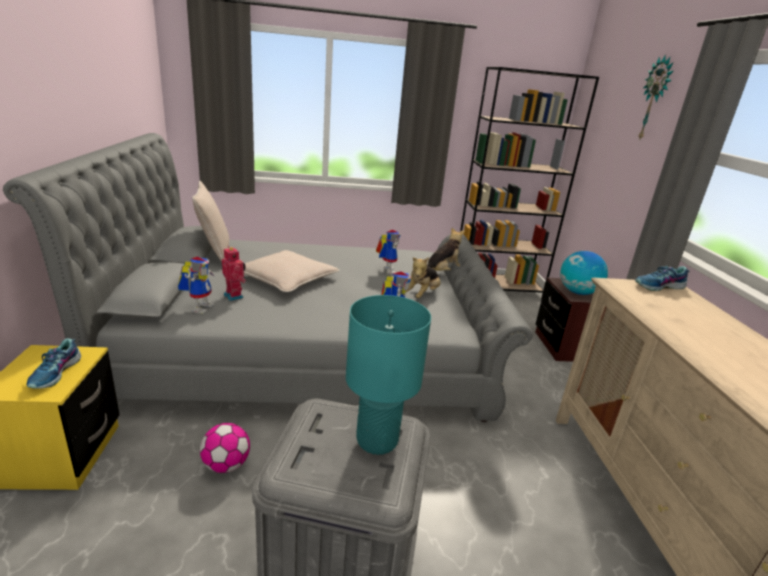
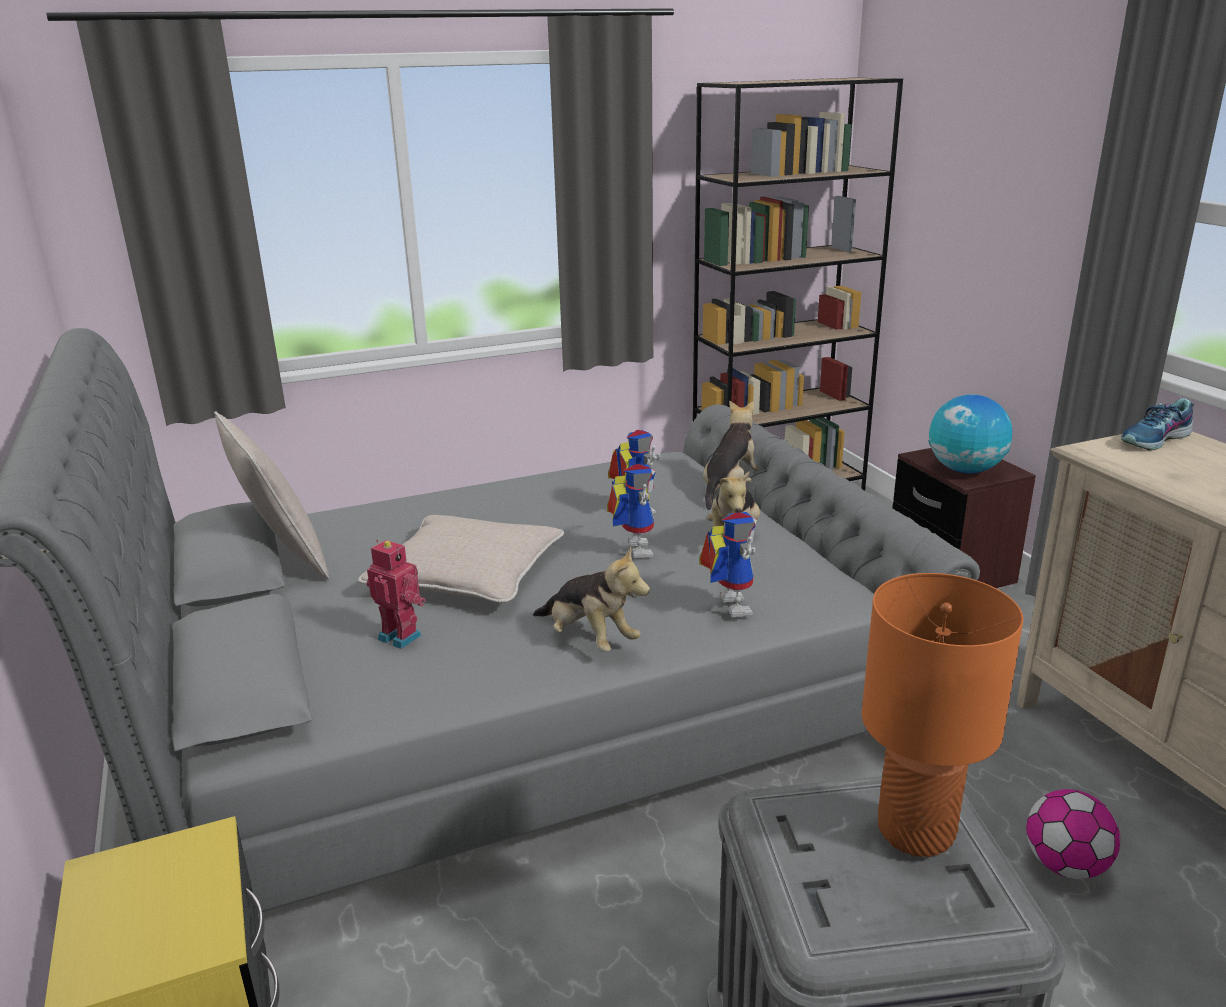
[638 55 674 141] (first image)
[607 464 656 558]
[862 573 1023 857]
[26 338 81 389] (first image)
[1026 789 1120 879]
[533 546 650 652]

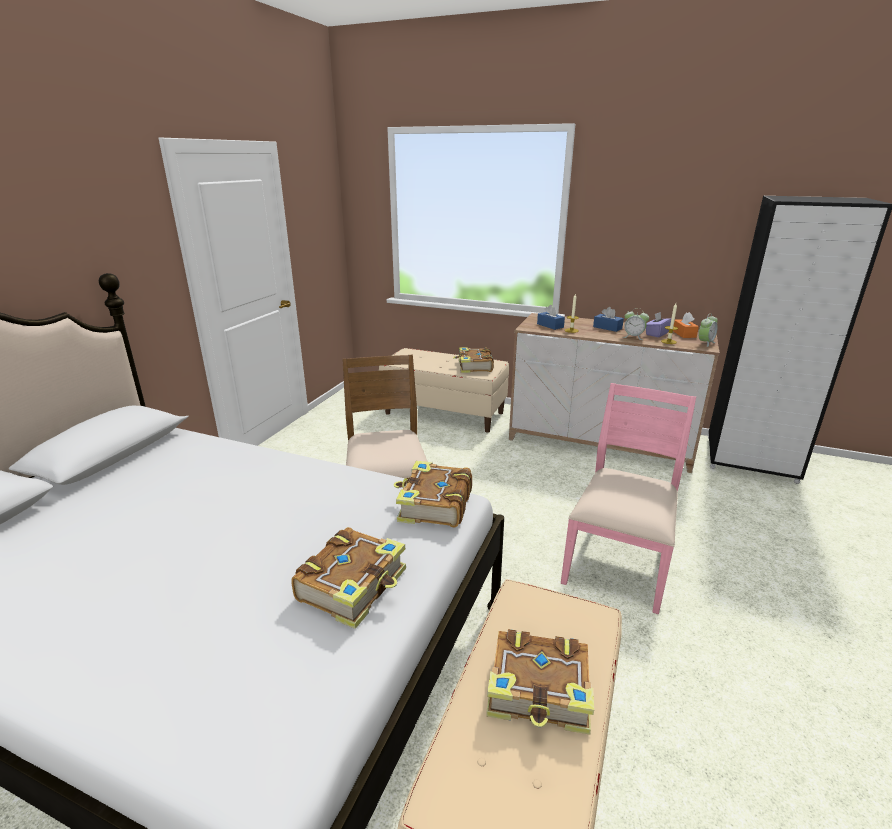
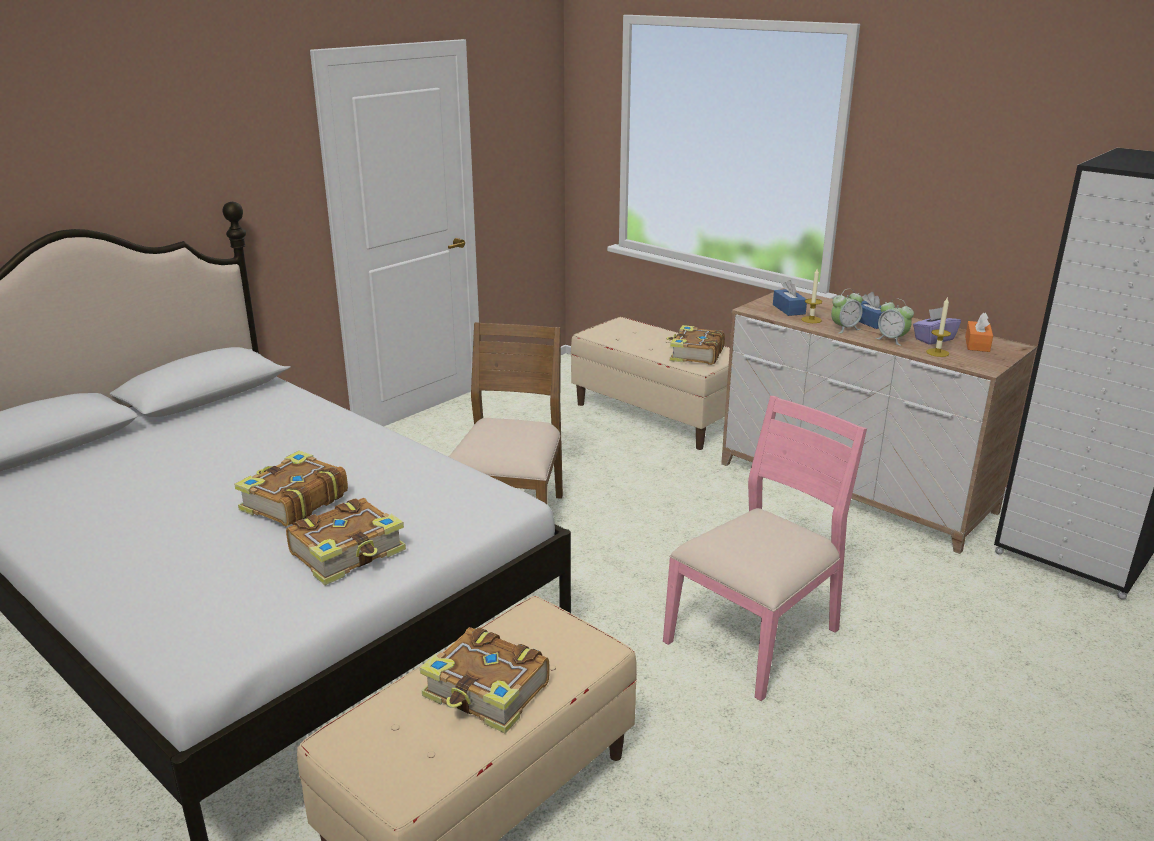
[831 289 863 334]
[234 451 348 526]

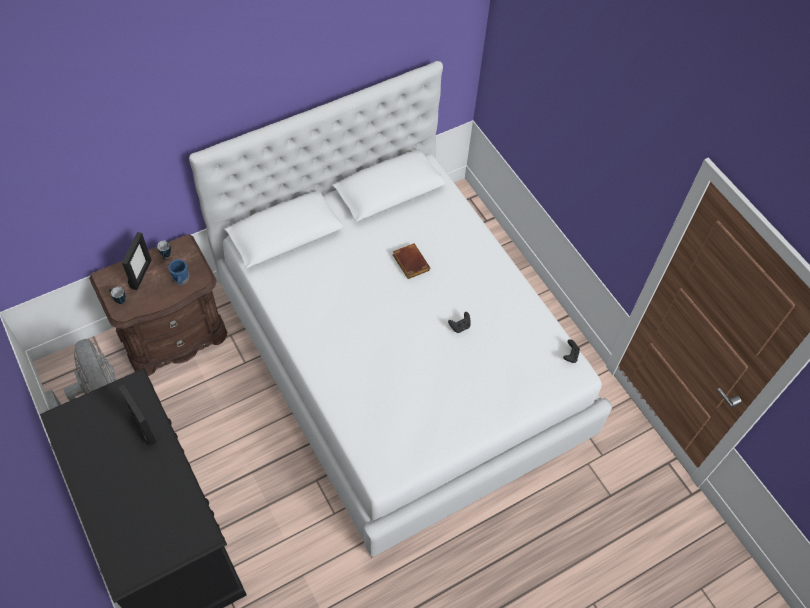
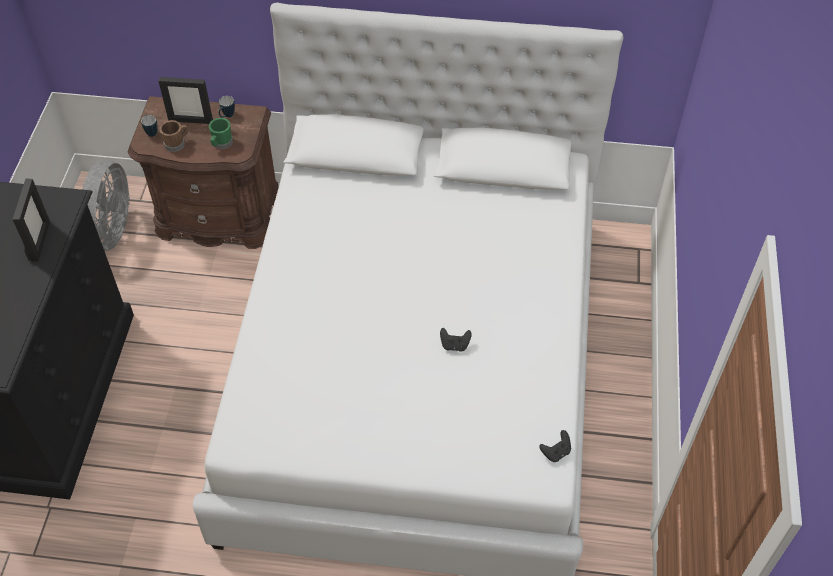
[158 77 213 124]
[393 244 431 279] (first image)
[209 118 233 149]
[159 120 188 152]

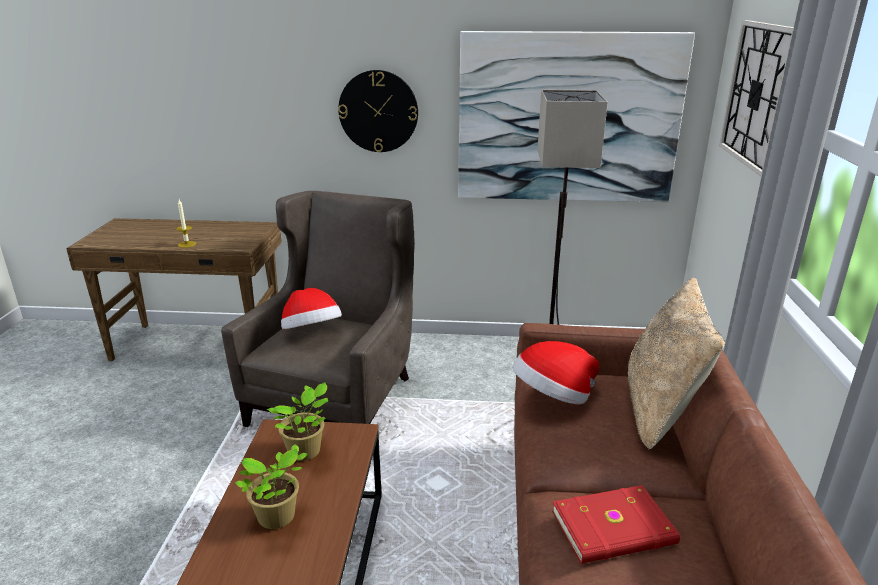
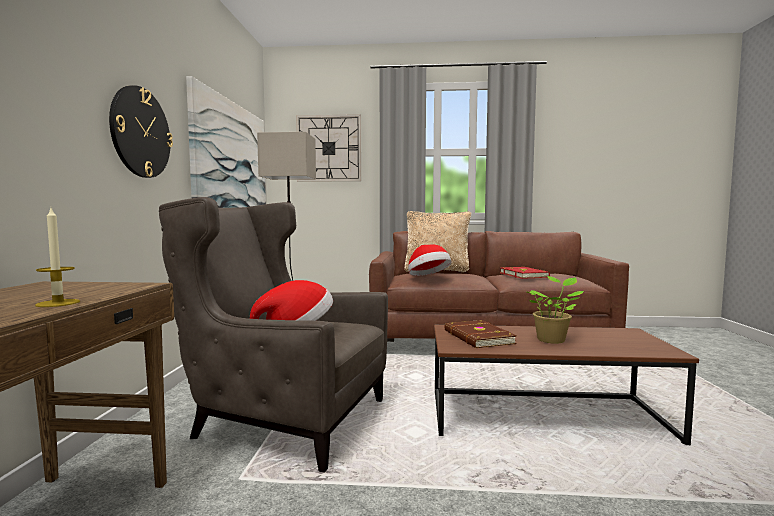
[444 320 517 348]

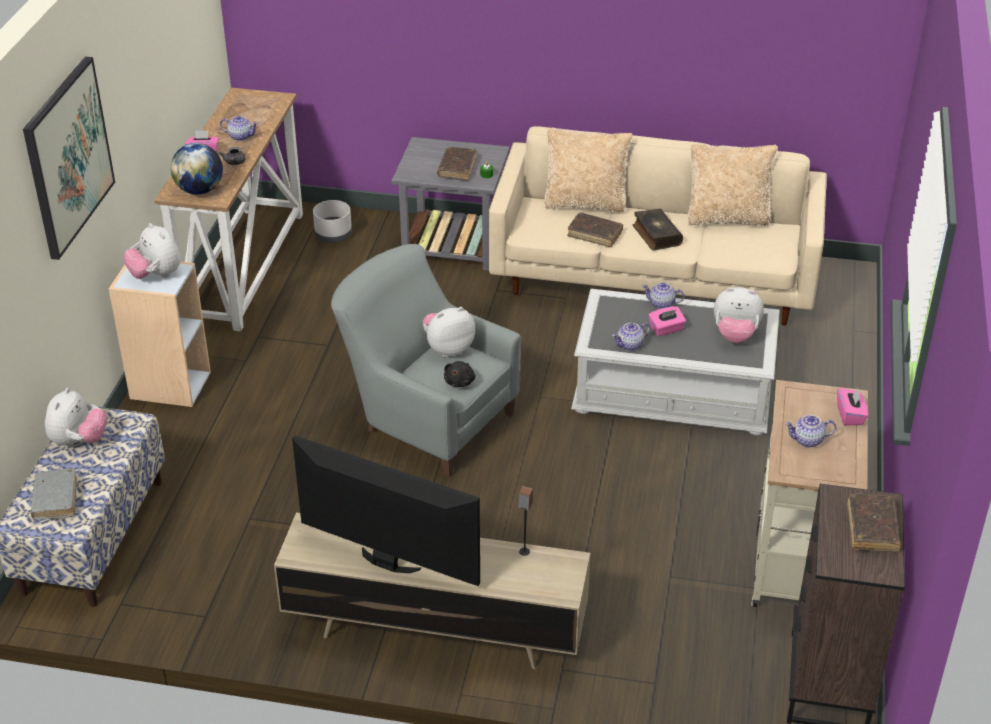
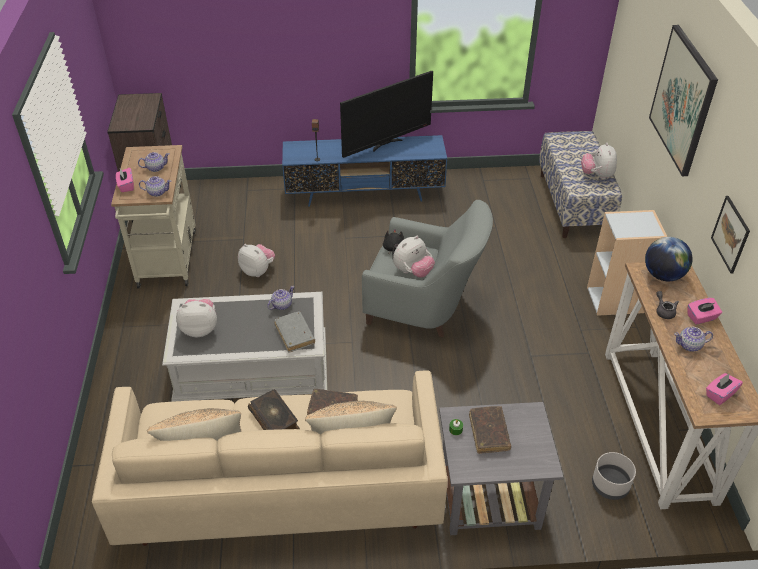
[238 244 275 277]
[139 176 171 197]
[706 373 743 405]
[340 71 433 158]
[275 311 315 353]
[847 494 901 552] (first image)
[282 135 447 206]
[711 196 750 274]

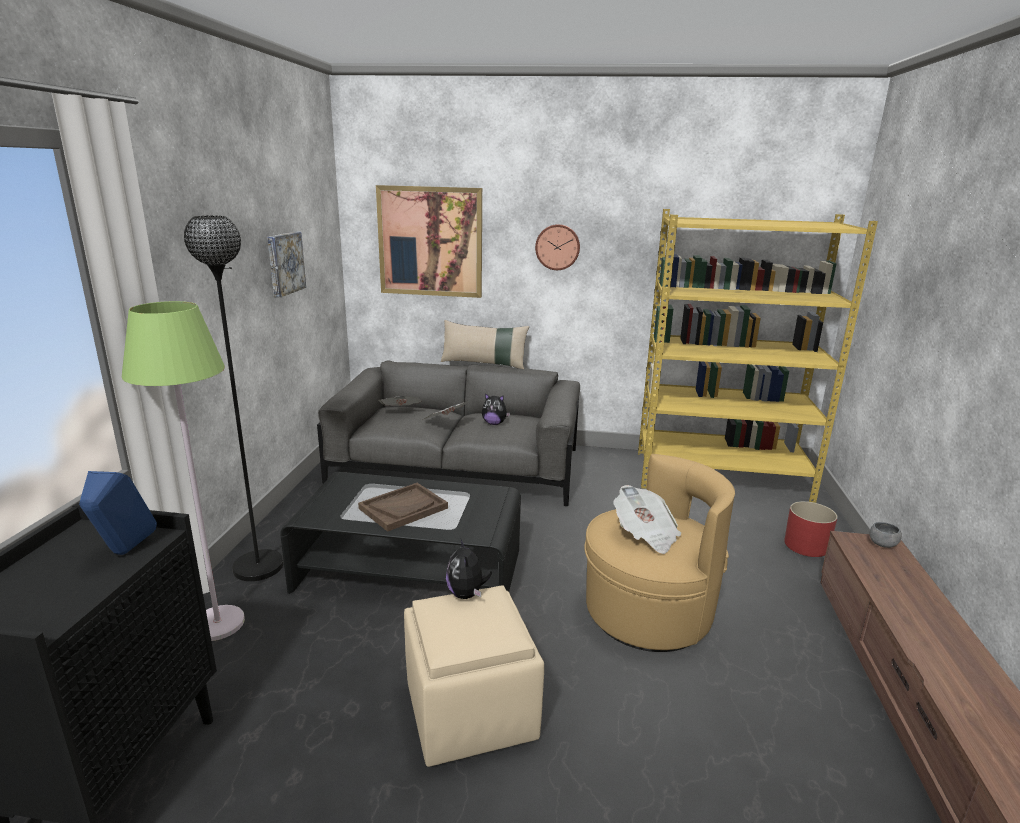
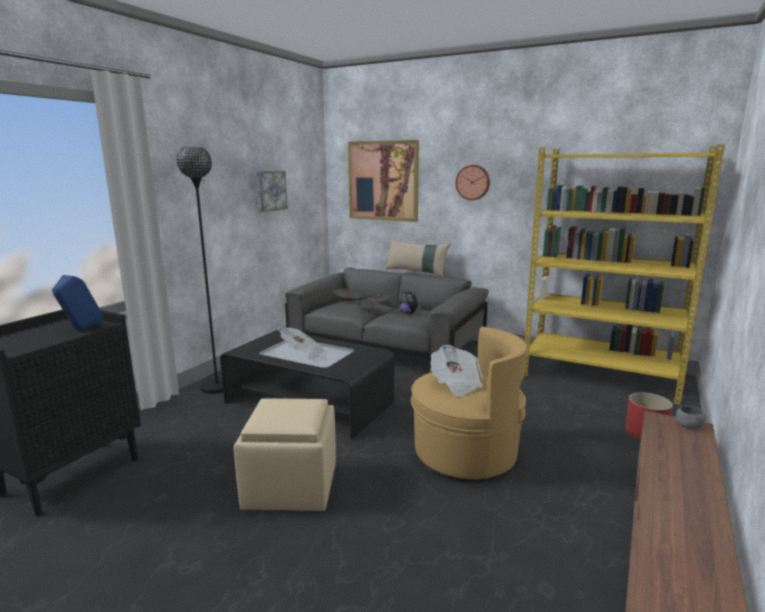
[122 301 245 641] (first image)
[278 327 323 356]
[446 539 492 599] (first image)

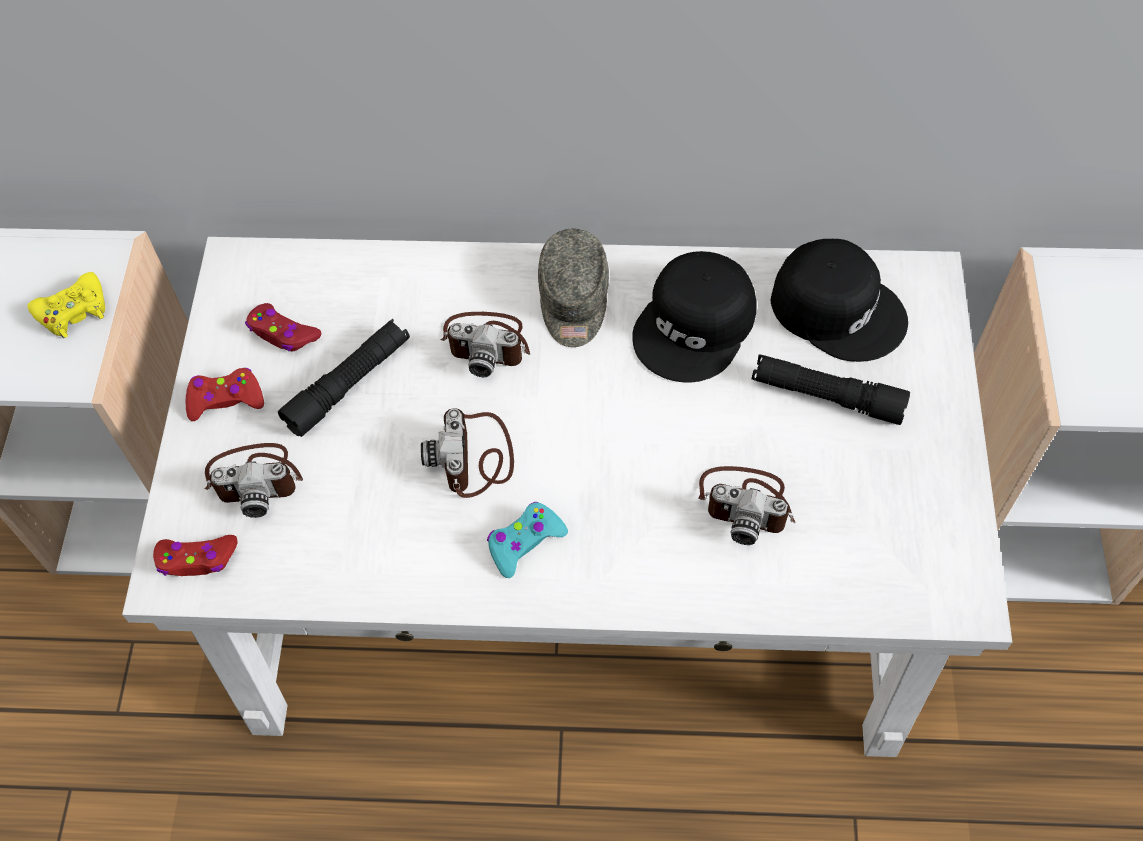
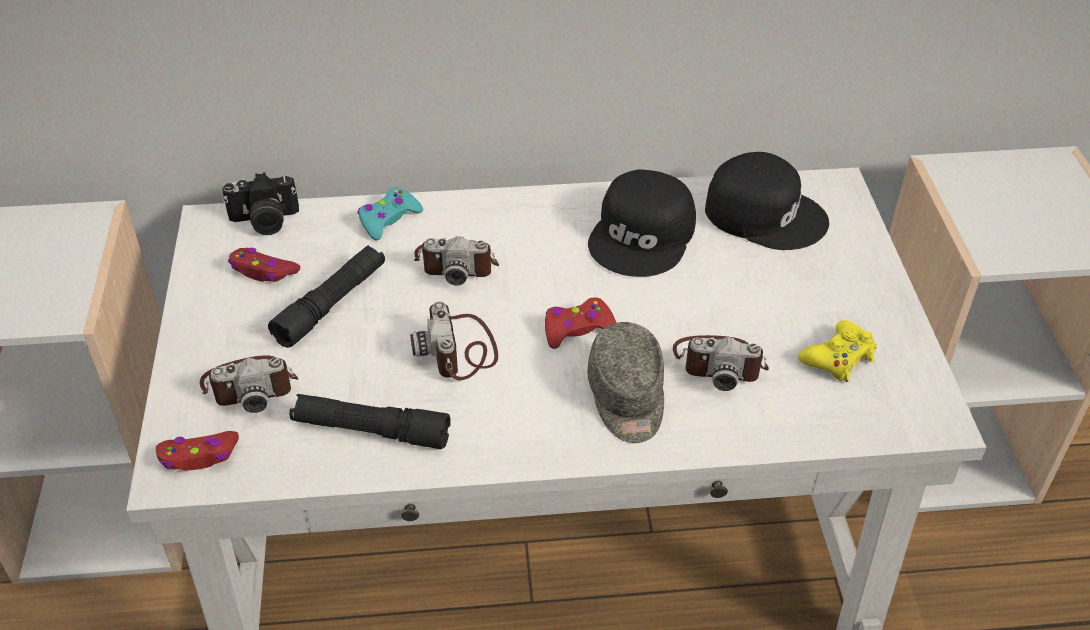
[587 322 664 443]
[798 320 877 382]
[289 394 451 449]
[545 297 616 349]
[358 187 423 241]
[223 172 299 235]

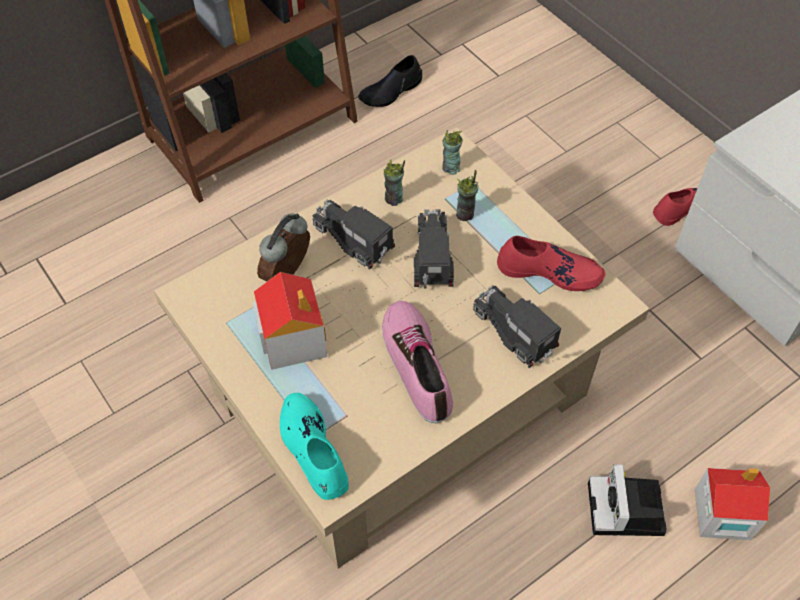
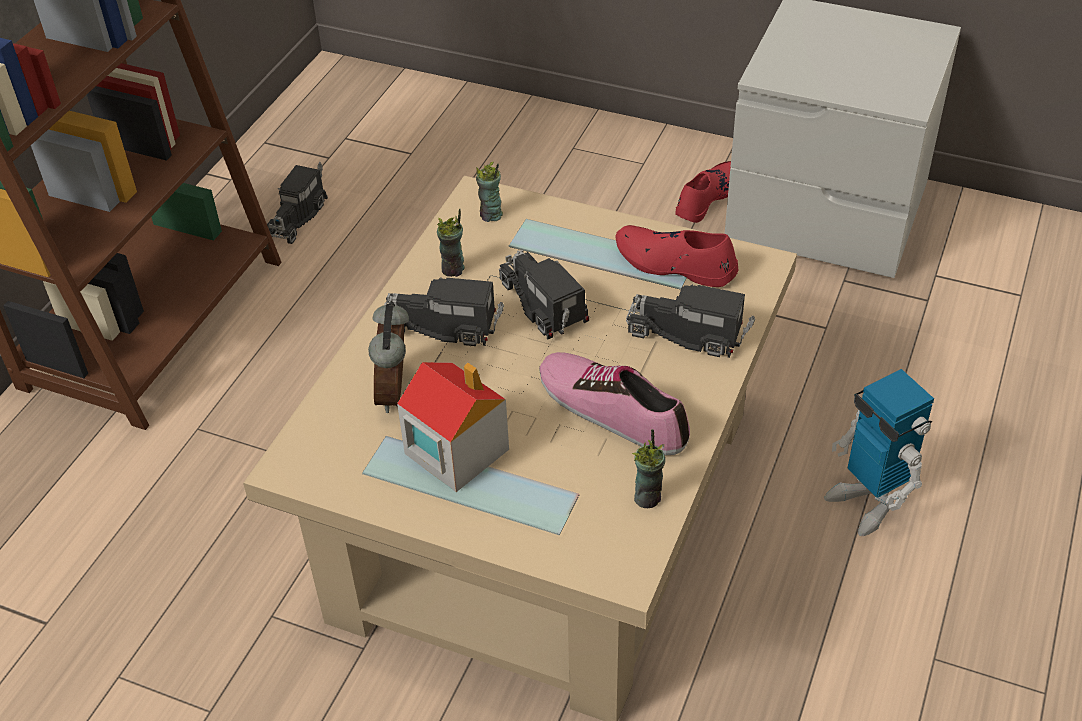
[267 162 328 244]
[632 429 666 508]
[616 225 738 287]
[280 393 349 500] (first image)
[824 369 934 536]
[695 468 770 540] (first image)

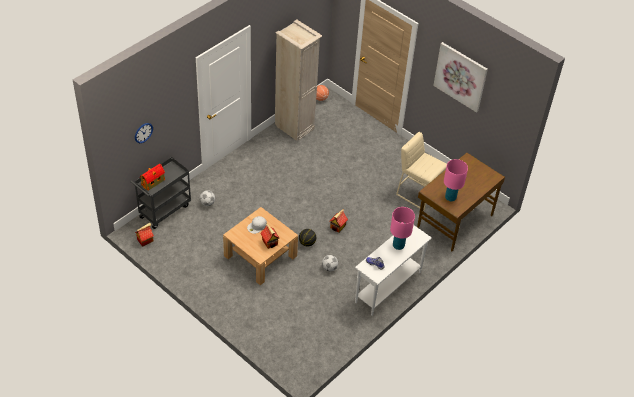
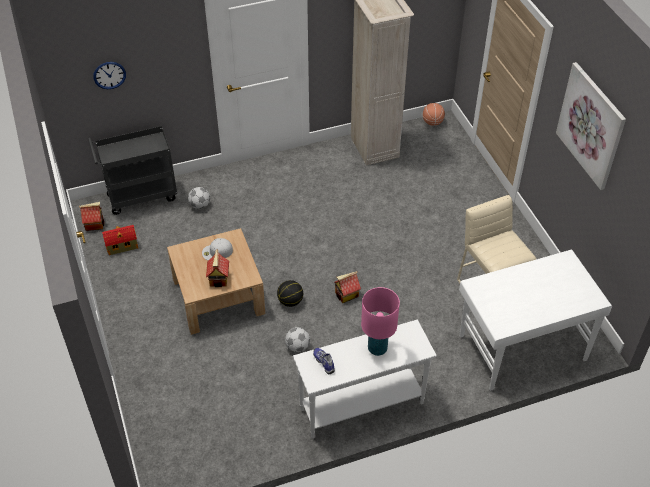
[459 250 612 391]
[444 159 468 201] (first image)
[102 225 138 255]

